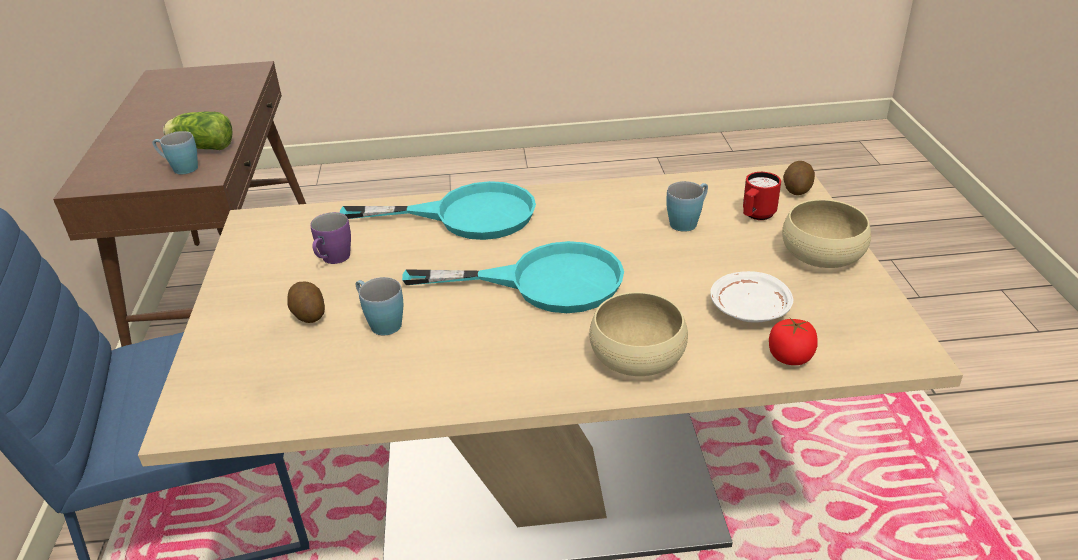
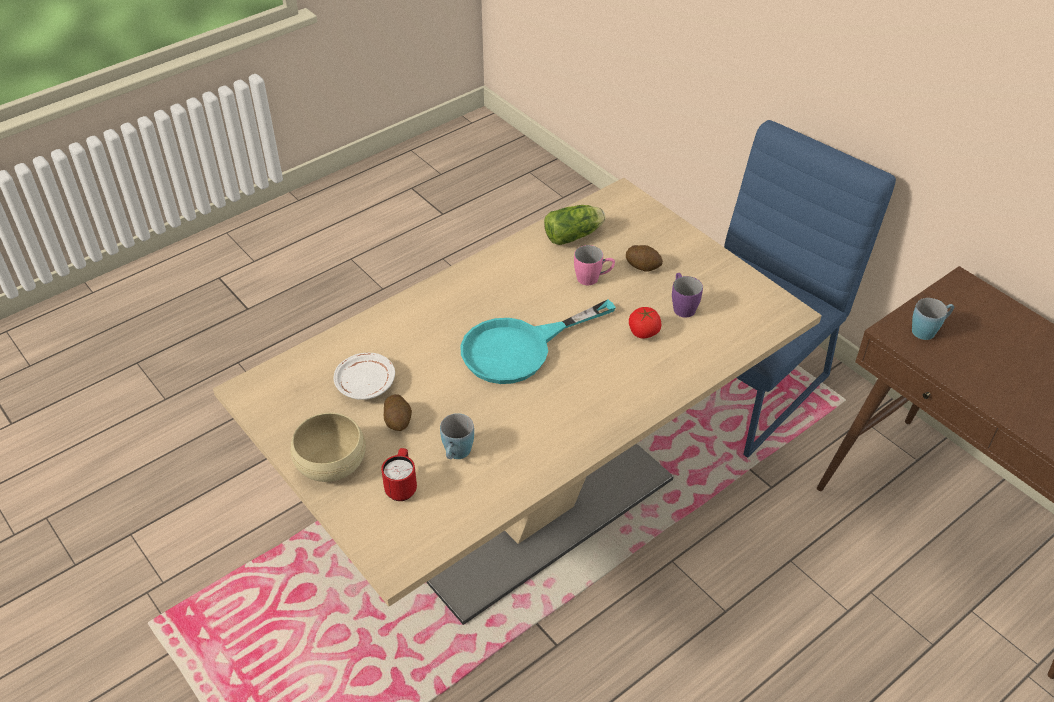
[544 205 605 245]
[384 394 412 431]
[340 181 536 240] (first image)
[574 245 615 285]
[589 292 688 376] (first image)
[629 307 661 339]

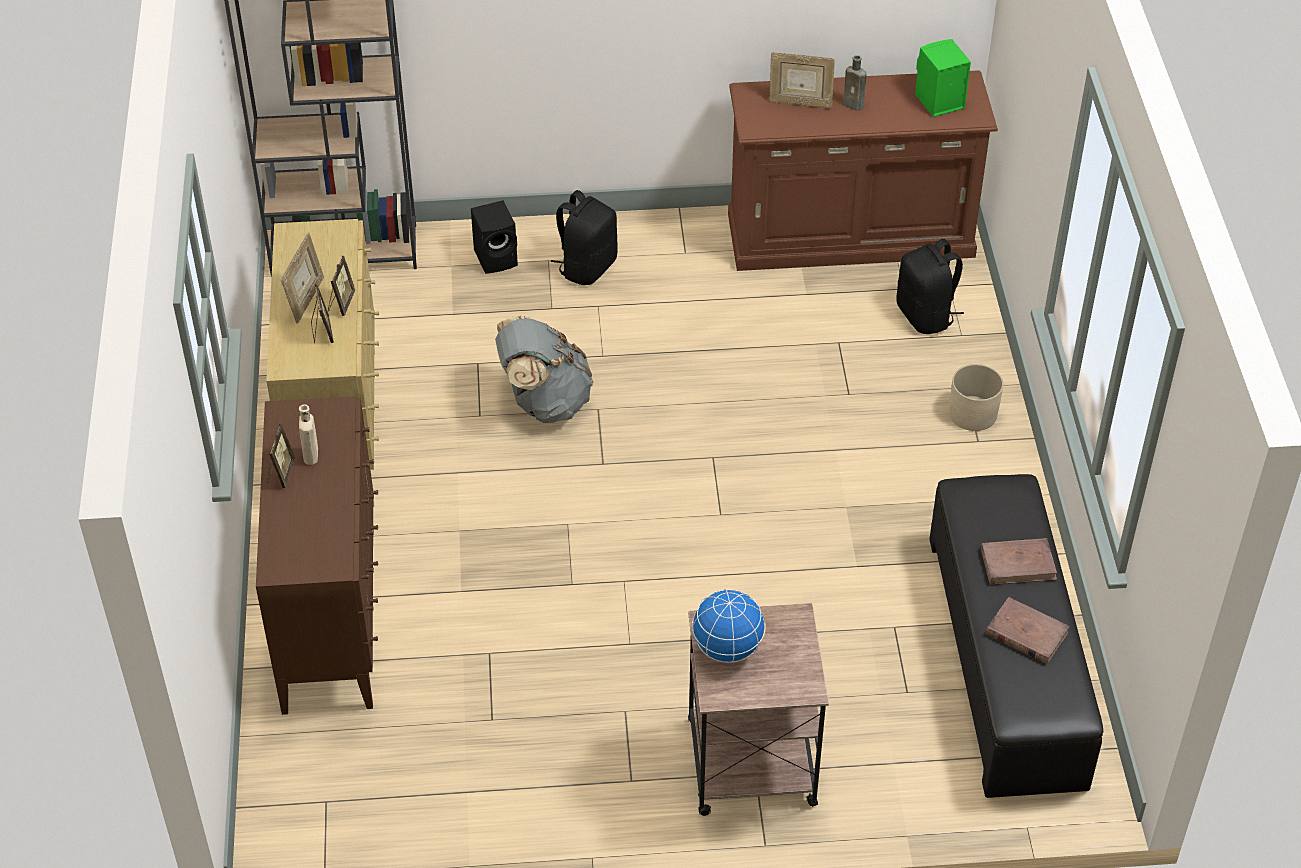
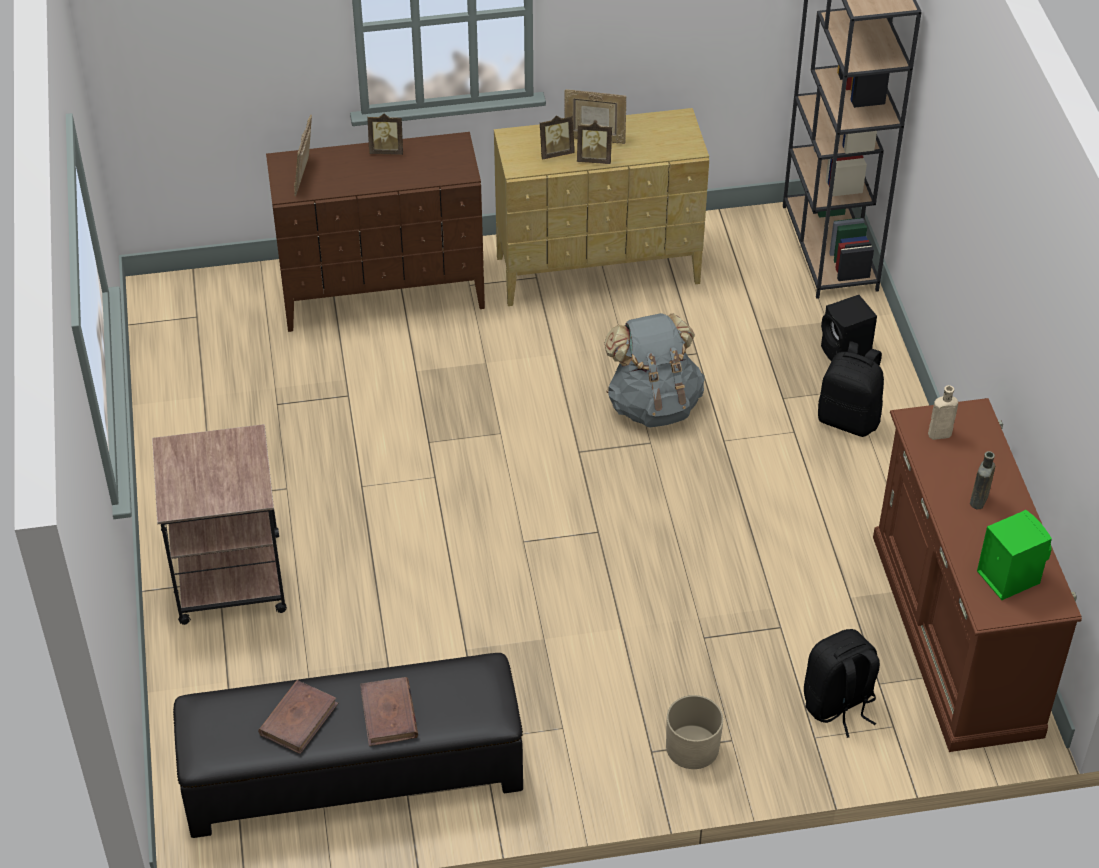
[294 115 312 196]
[928 385 958 440]
[692 589 766 663] (first image)

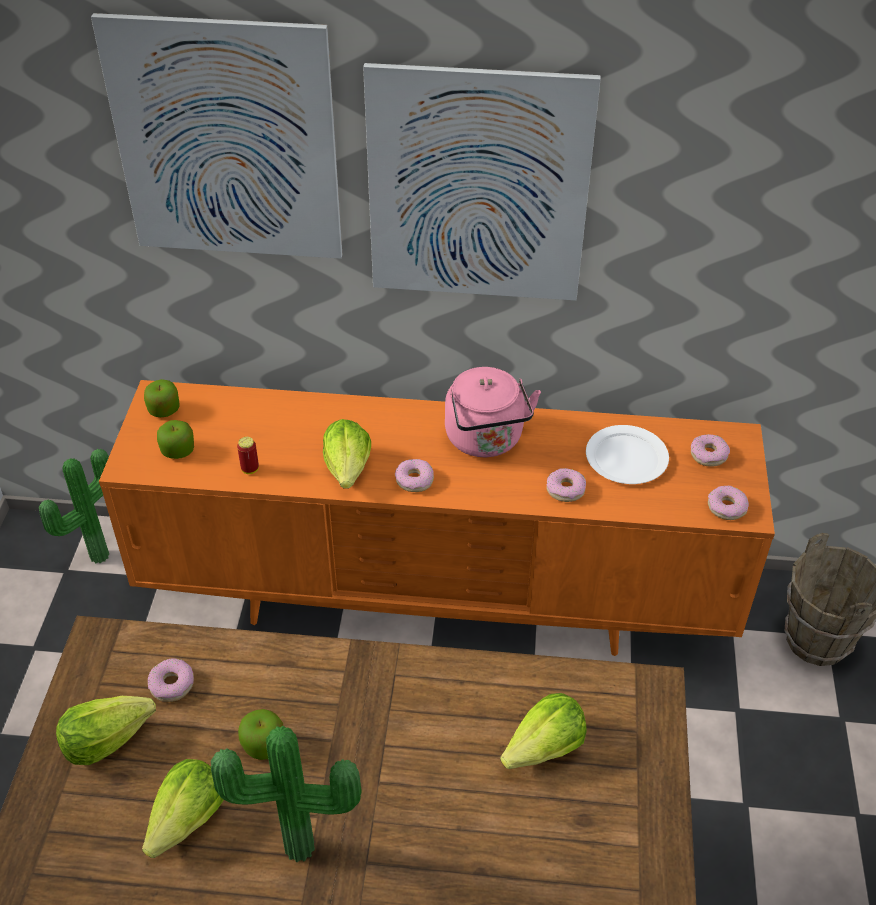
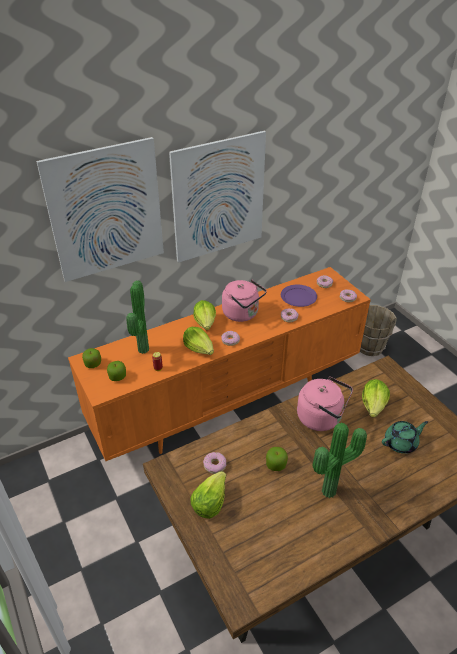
[281 285 317 307]
[126 281 149 354]
[193 300 216 330]
[297 376 353 431]
[382 421 428 454]

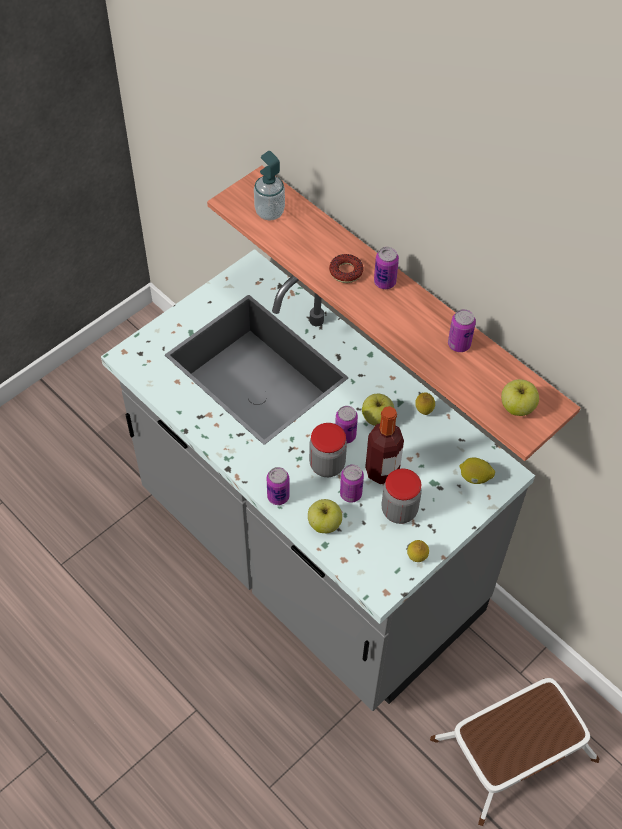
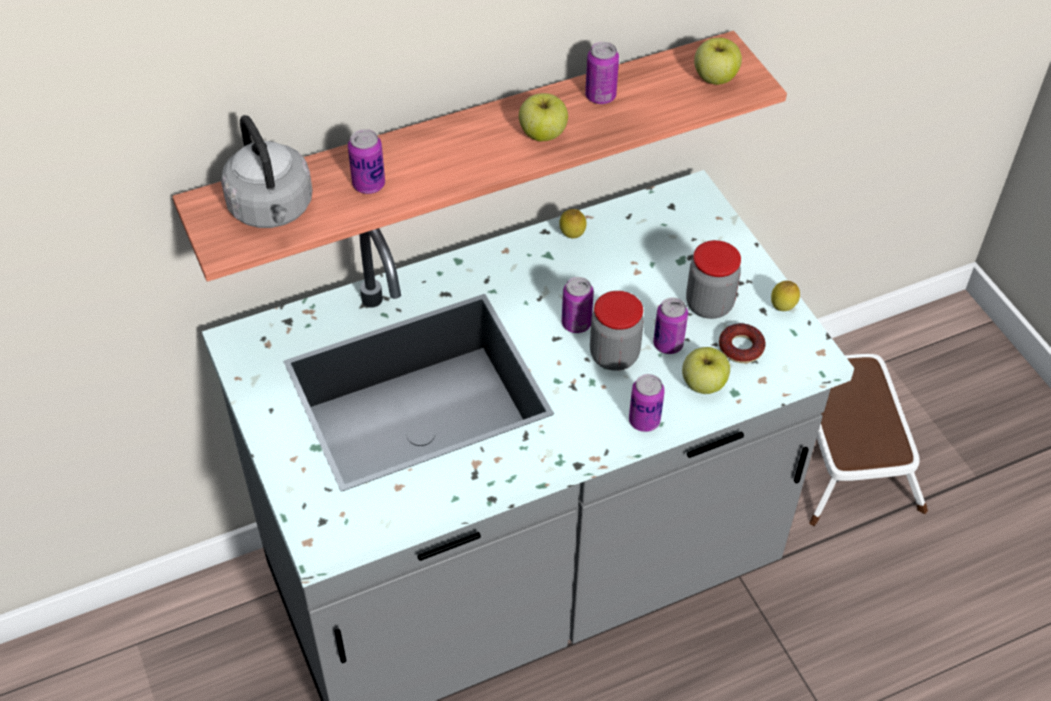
[221 115 313 228]
[348 129 385 194]
[719 323 765 363]
[519 93 568 141]
[365 406 404 484] (first image)
[460 457 495 484] (first image)

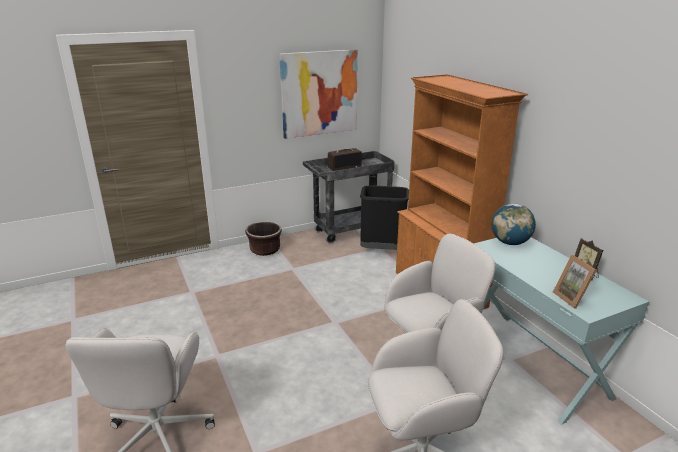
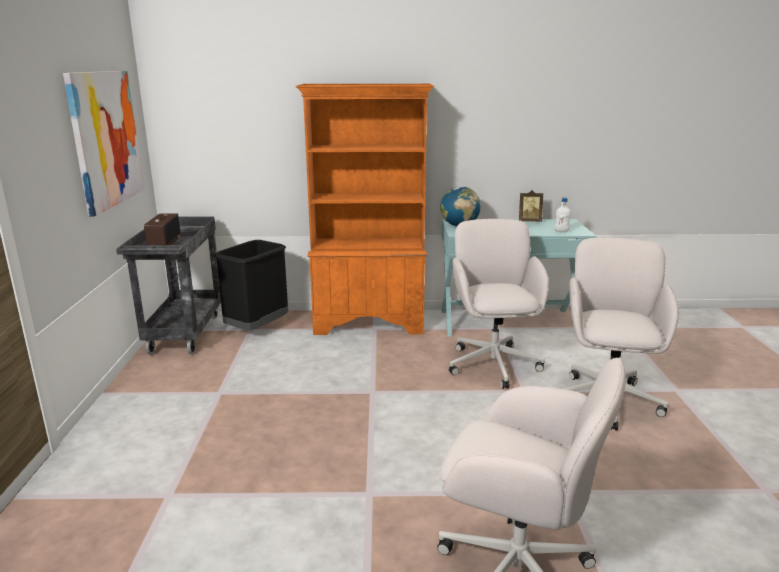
[245 222 282 256] (first image)
[555 197 571 232]

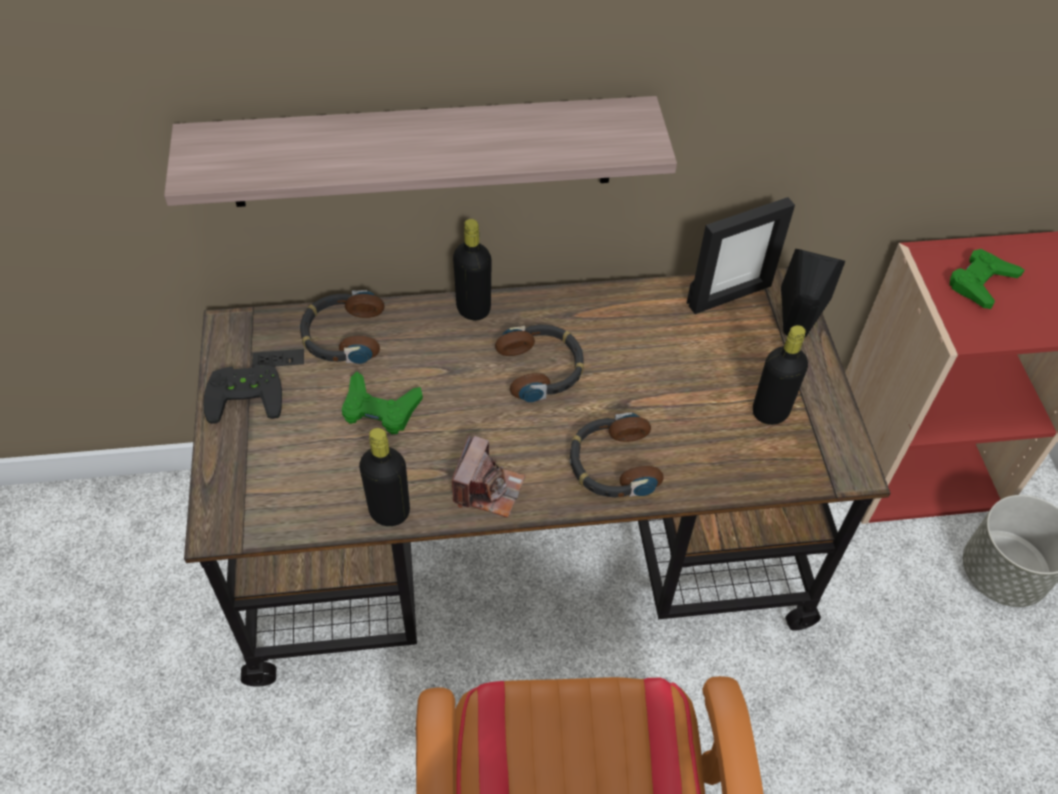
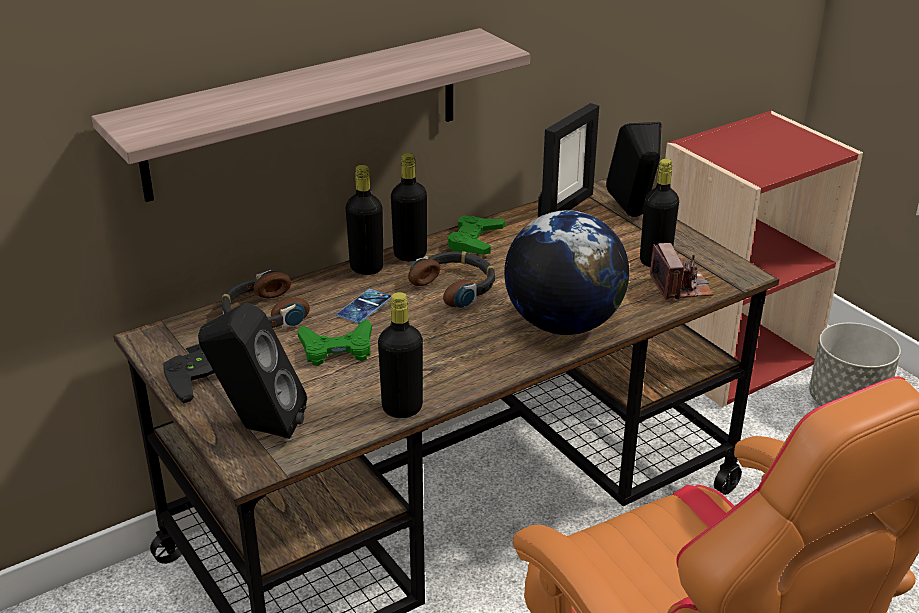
[448 215 506 254]
[504 210 629 335]
[650 243 713 301]
[391 153 427 261]
[337 289 391 323]
[198 302 307 439]

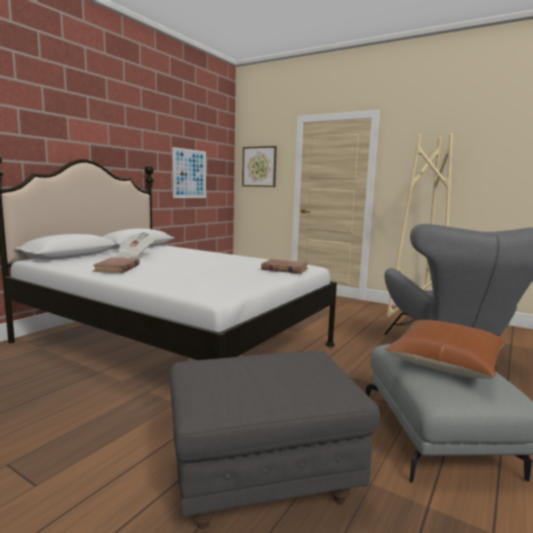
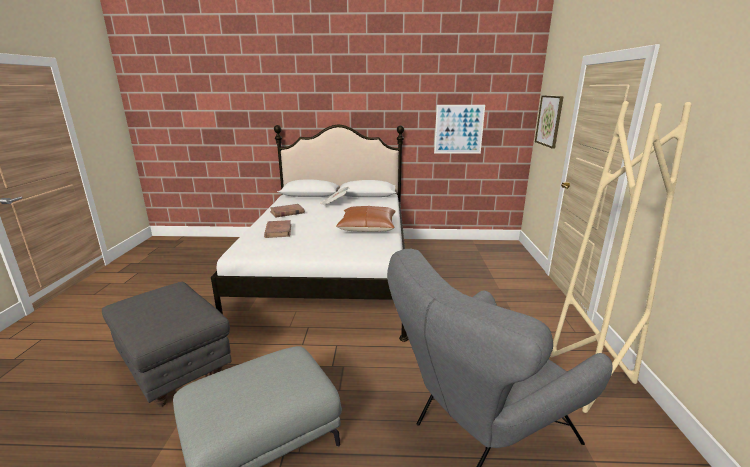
[264 220 291 238]
[336 206 396 232]

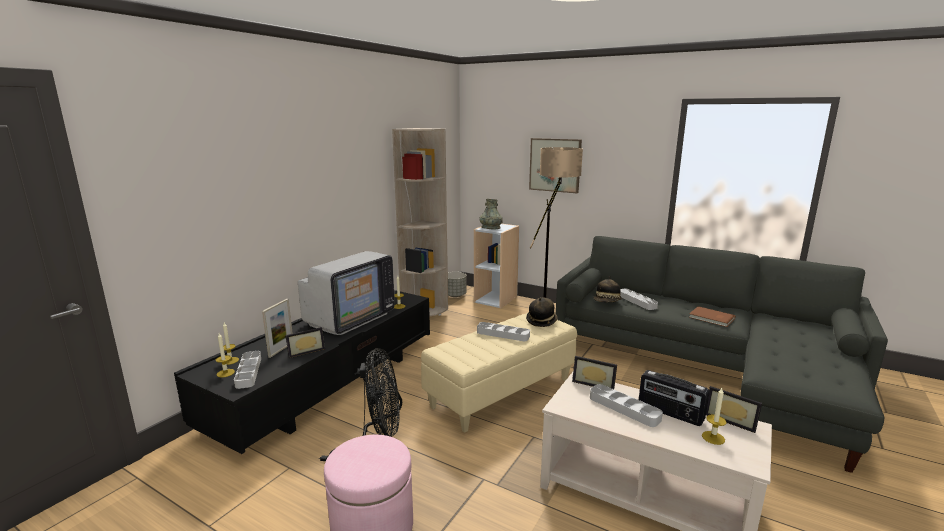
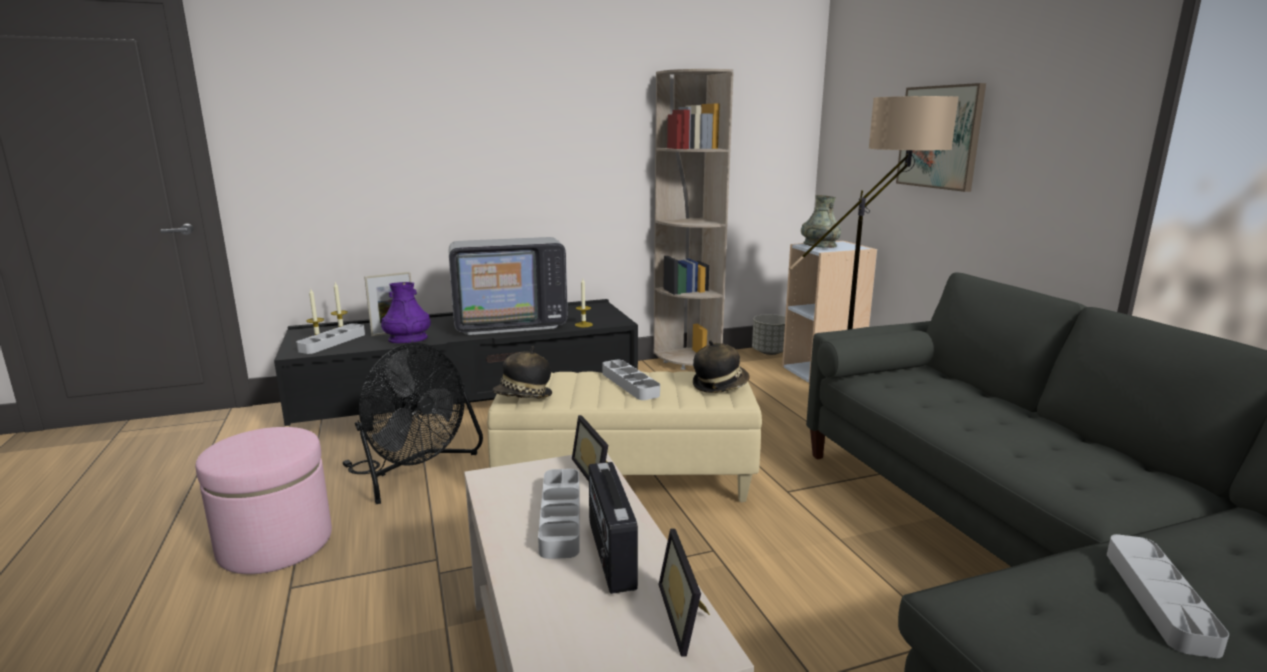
[492 346 552 399]
[1107 534 1229 658]
[689 306 736 327] (first image)
[381 282 431 343]
[702 388 727 445] (first image)

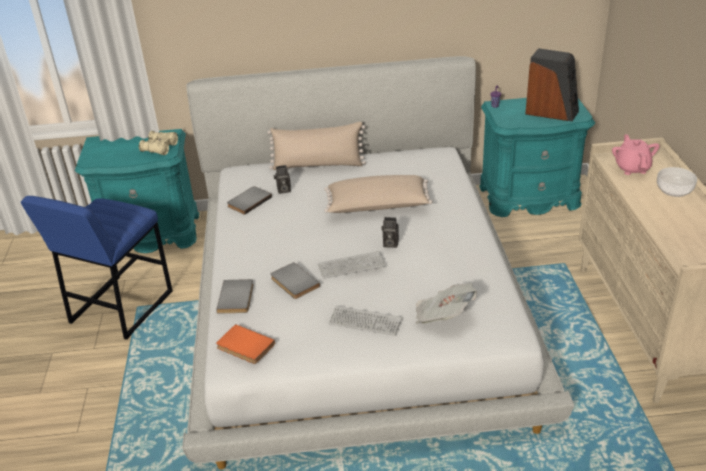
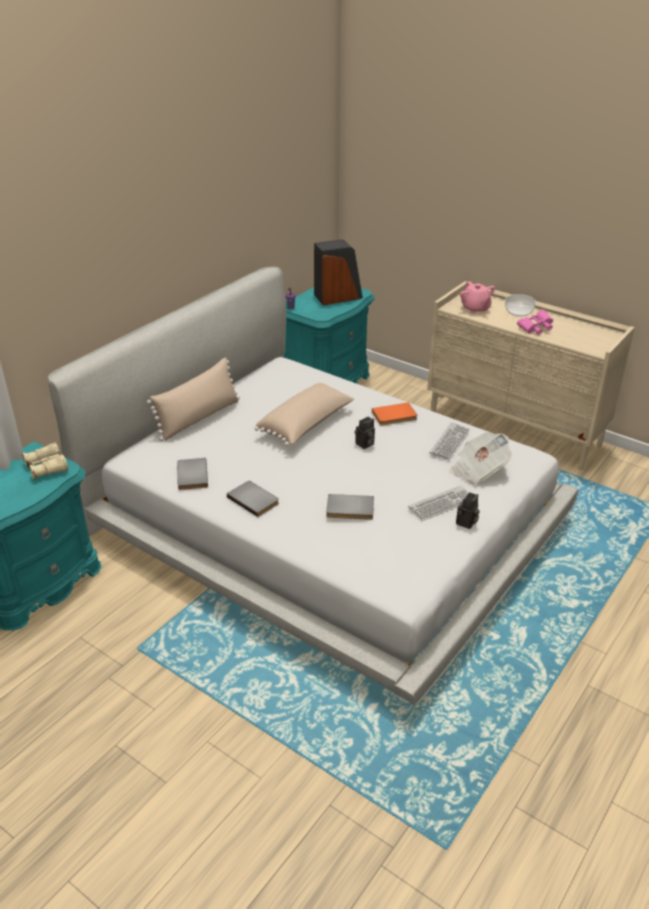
[460 281 495 314]
[456 492 480 529]
[21 196 172 340] (first image)
[429 422 470 460]
[227 481 279 517]
[372 402 417 426]
[517 309 553 335]

